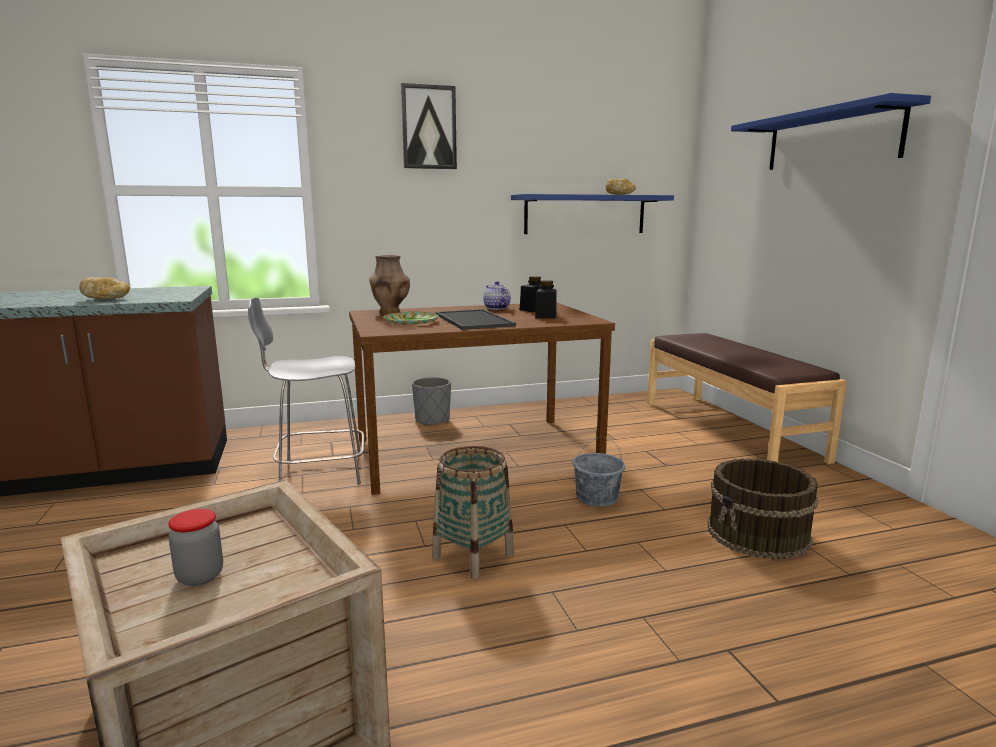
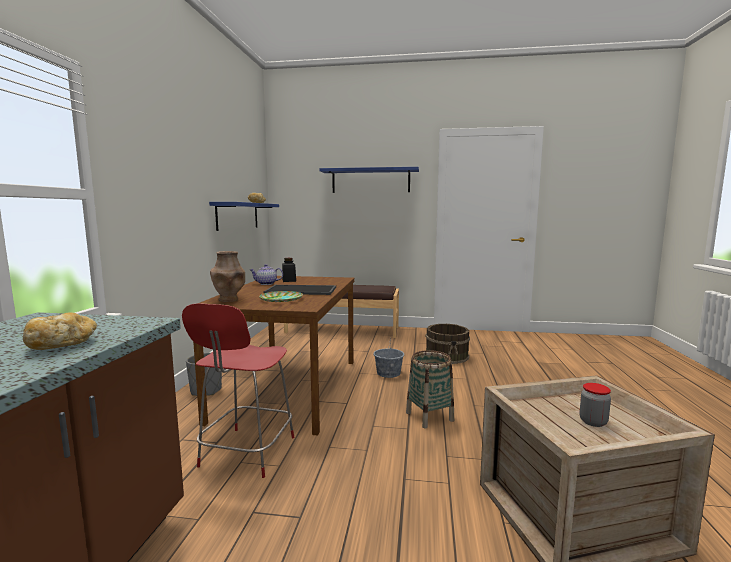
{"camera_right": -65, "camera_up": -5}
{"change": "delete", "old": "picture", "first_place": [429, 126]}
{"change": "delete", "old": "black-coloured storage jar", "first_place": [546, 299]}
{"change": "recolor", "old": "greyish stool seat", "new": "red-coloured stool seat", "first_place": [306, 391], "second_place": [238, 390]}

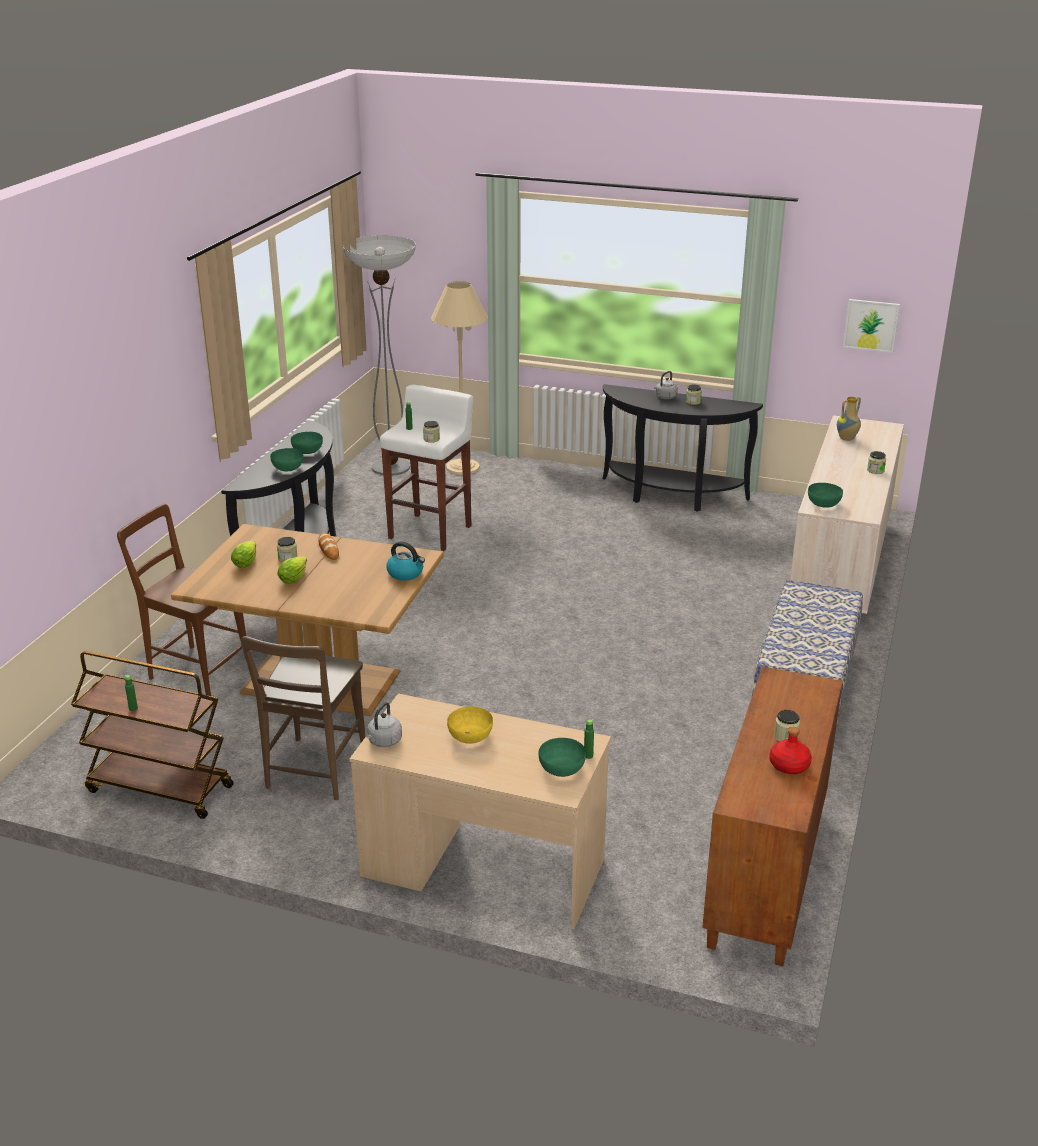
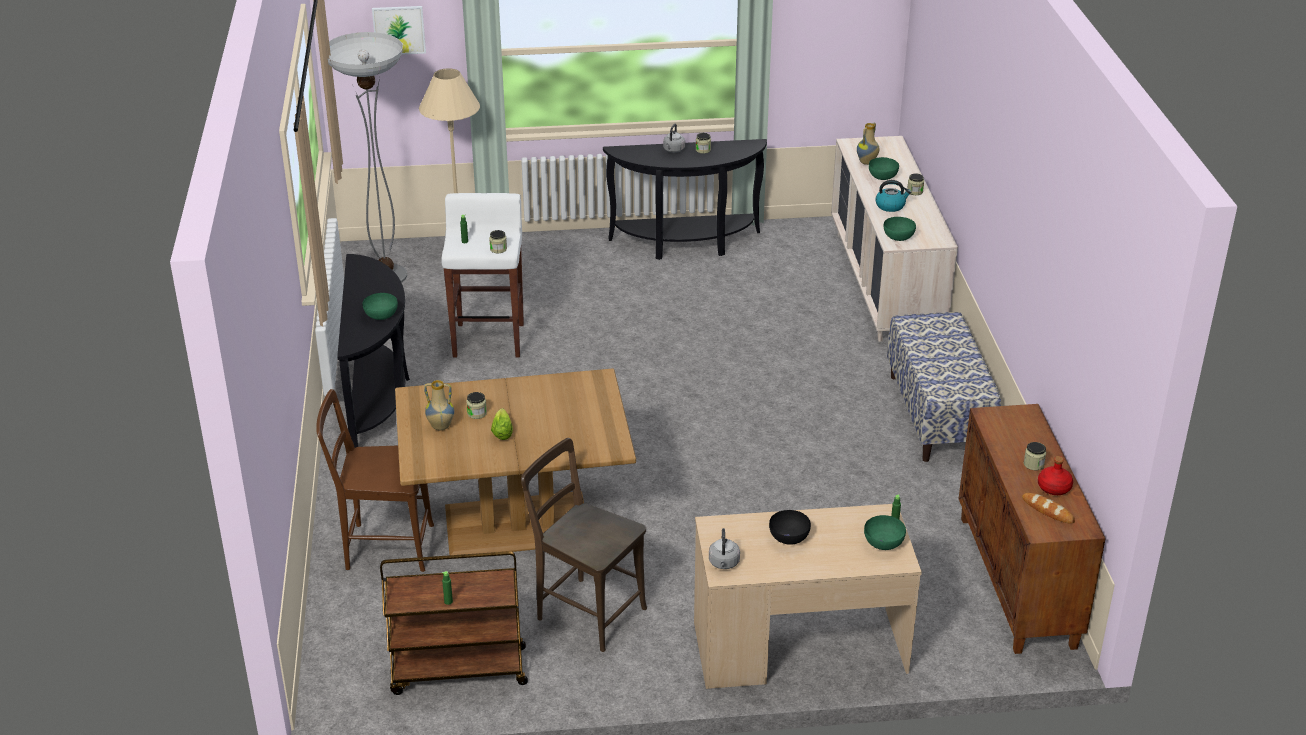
{"camera_right": -25, "camera_up": 5}
{"change": "move", "old": "picture", "first_place": [871, 326], "second_place": [399, 30]}
{"change": "move", "old": "greenish serving bowl", "first_place": [307, 443], "second_place": [884, 168]}
{"change": "move", "old": "bakery bread", "first_place": [328, 546], "second_place": [1048, 508]}
{"change": "replace", "old": "head of lettuce", "new": "vase", "first_place": [243, 554], "second_place": [439, 405]}
{"change": "move", "old": "kettle", "first_place": [405, 561], "second_place": [893, 196]}
{"change": "rotate", "old": "brown-coloured upright chair", "first_place": [303, 718], "second_place": [584, 545], "degrees": 135}
{"change": "recolor", "old": "yellowish serving bowl", "new": "black-coloured serving bowl", "first_place": [470, 725], "second_place": [790, 527]}

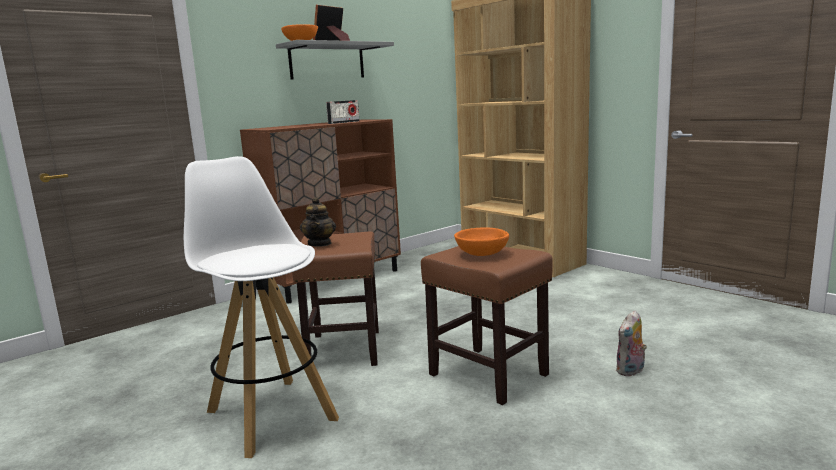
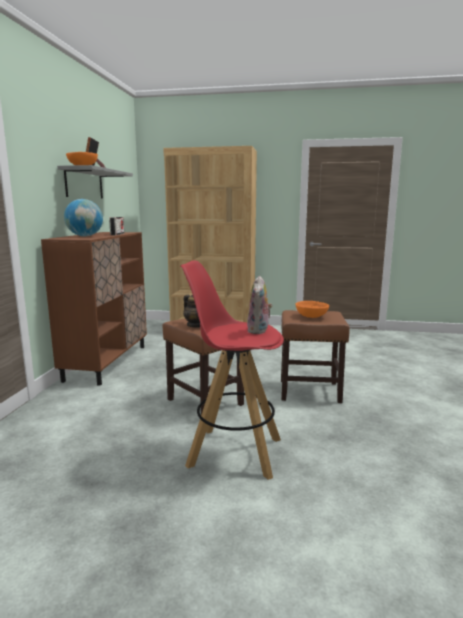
{"camera_right": -40, "camera_up": 0}
{"change": "recolor", "old": "white stool seat", "new": "red-coloured stool seat", "first_place": [261, 307], "second_place": [232, 370]}
{"change": "move", "old": "plush toy", "first_place": [631, 343], "second_place": [260, 305]}
{"change": "insert", "new": "desk globe", "second_place": [83, 217]}

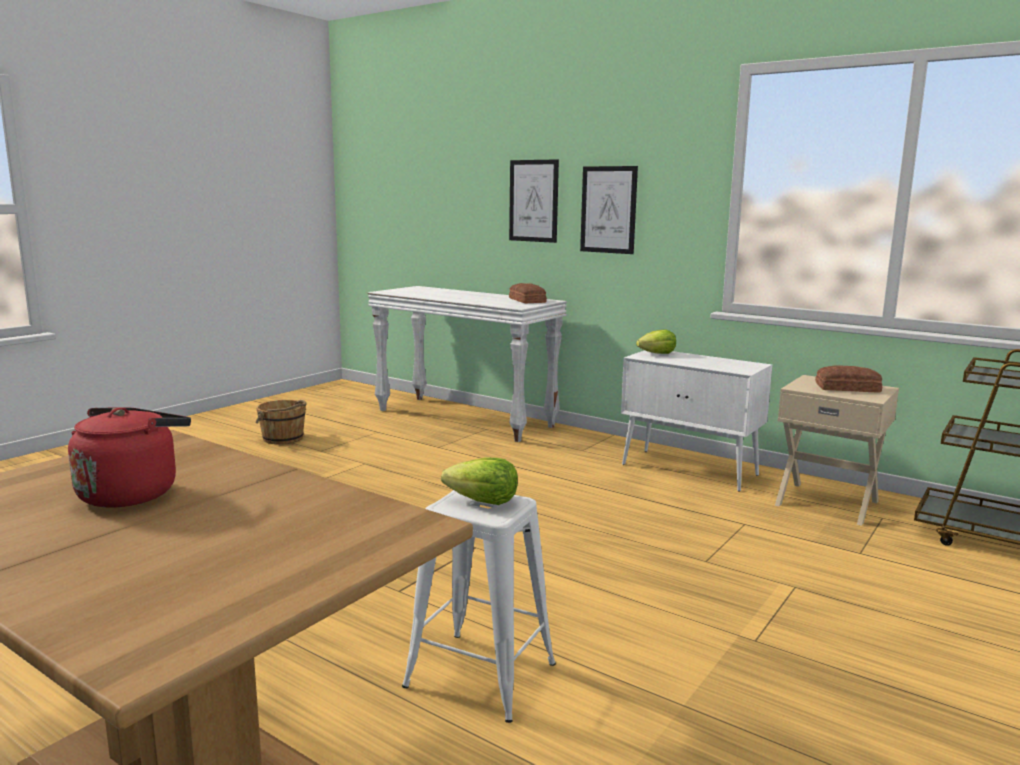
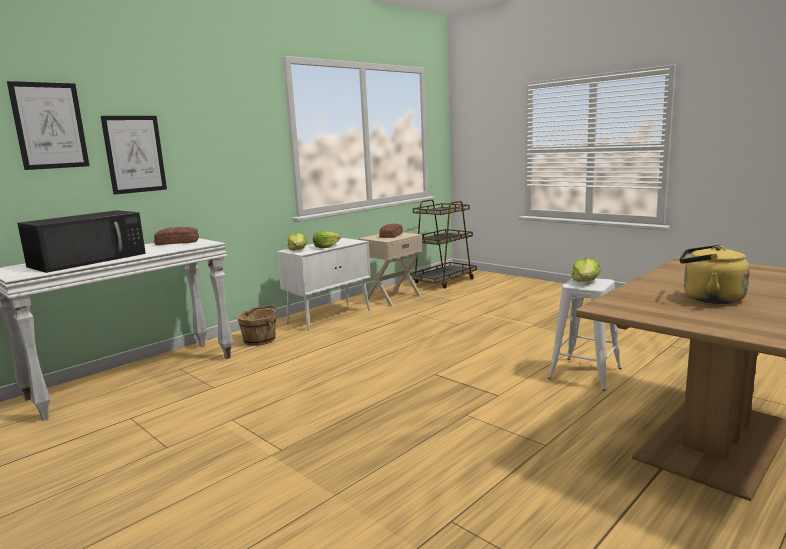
{"camera_right": -80, "camera_up": 0}
{"change": "move", "old": "picture", "first_place": [609, 210], "second_place": [48, 125]}
{"change": "move", "old": "brown-coloured water bucket", "first_place": [281, 422], "second_place": [257, 325]}
{"change": "recolor", "old": "red-coloured kettle", "new": "yellowish kettle", "first_place": [129, 457], "second_place": [714, 274]}
{"change": "insert", "new": "black-coloured kitchen microwave", "second_place": [81, 241]}
{"change": "insert", "new": "head of lettuce", "second_place": [326, 239]}

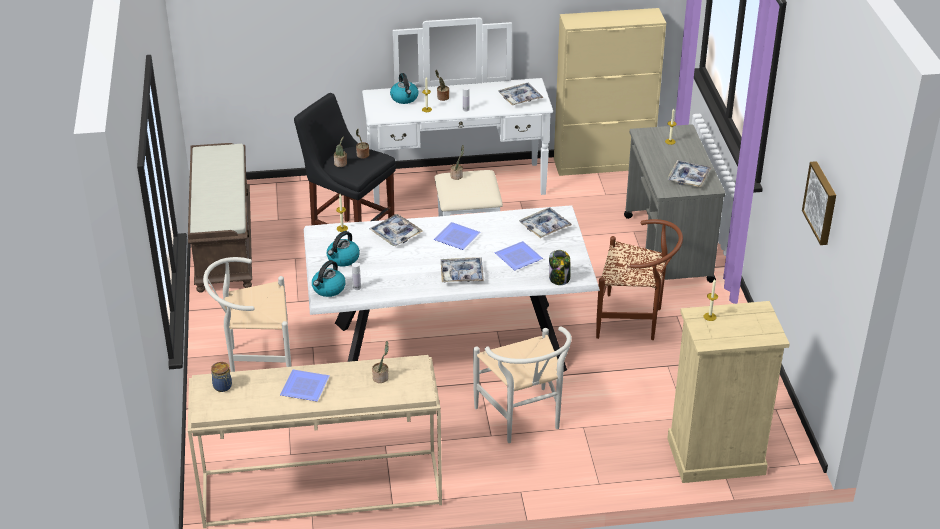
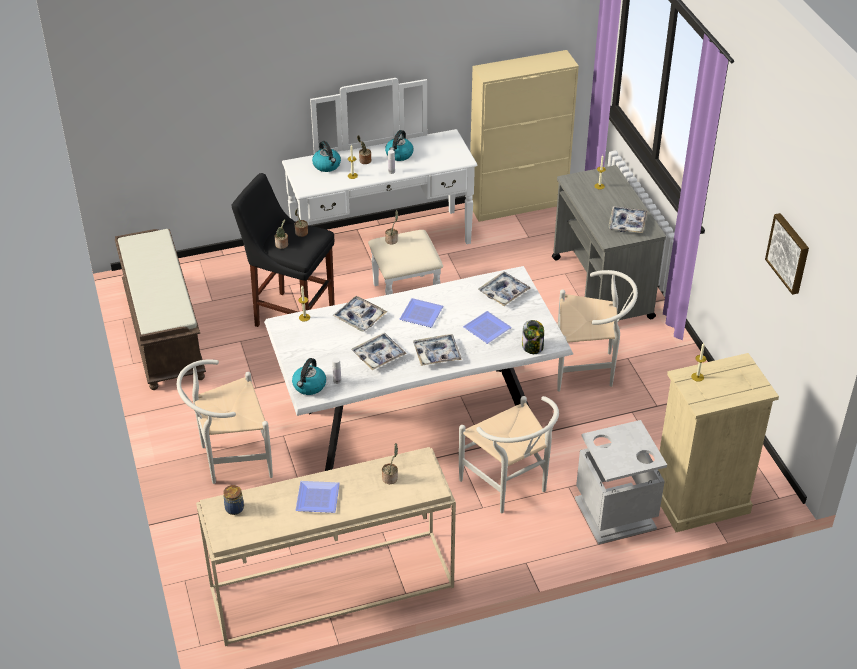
{"camera_right": -10, "camera_up": 5}
{"change": "move", "old": "serving tray", "first_place": [520, 94], "second_place": [379, 351]}
{"change": "recolor", "old": "brown-coloured upright chair", "new": "white upright chair", "first_place": [639, 279], "second_place": [597, 331]}
{"change": "move", "old": "kettle", "first_place": [343, 248], "second_place": [399, 145]}
{"change": "insert", "new": "greyish rubbish bin", "second_place": [621, 482]}

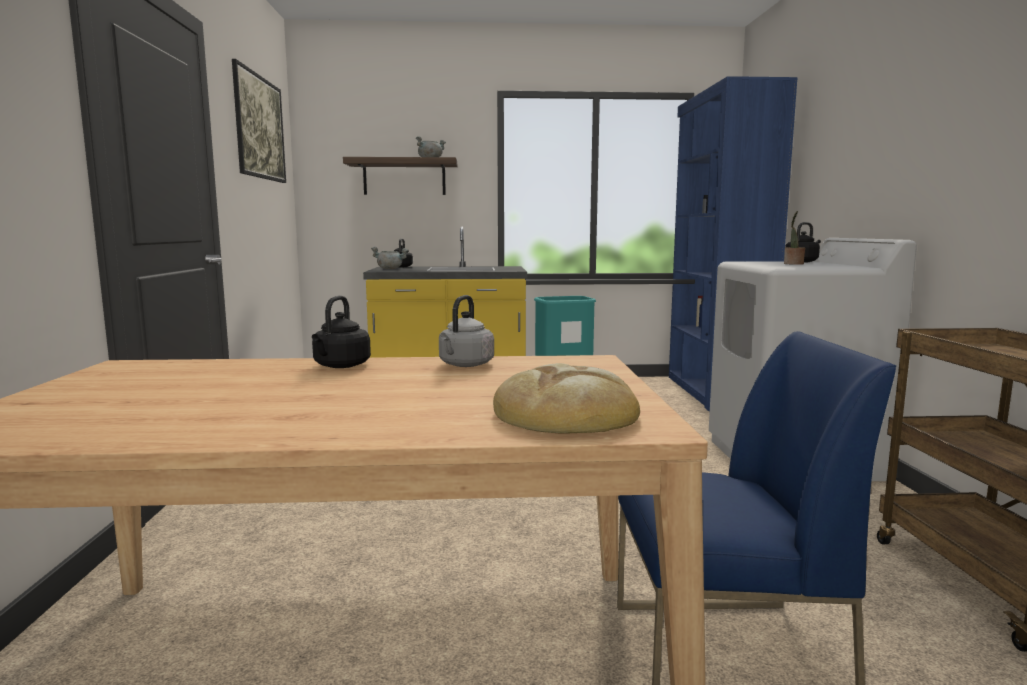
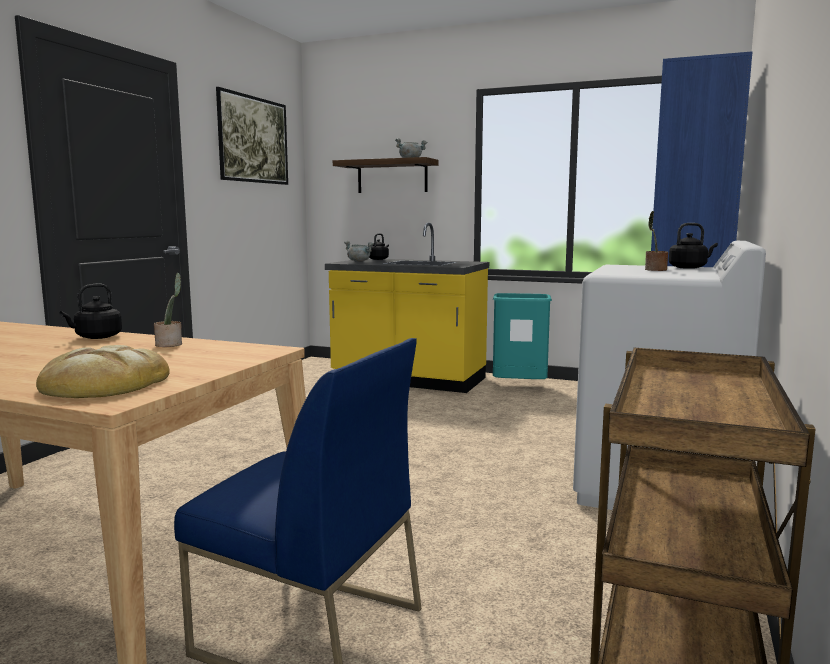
{"camera_right": 25, "camera_up": 0}
{"change": "replace", "old": "greyish kettle", "new": "plant in a pot", "first_place": [466, 331], "second_place": [168, 310]}

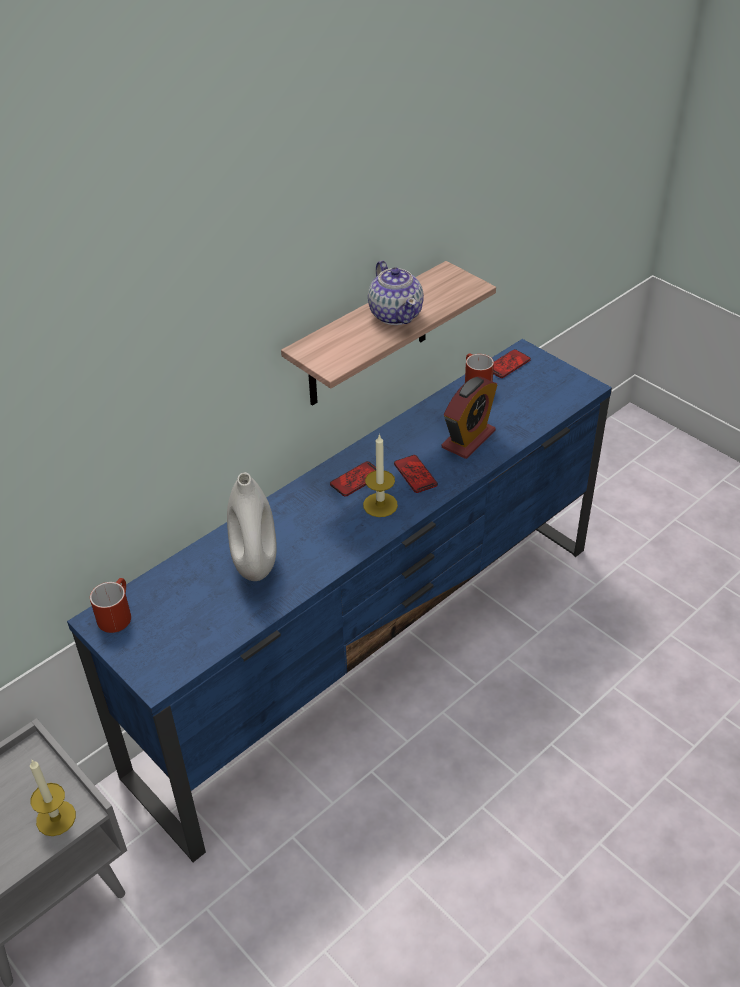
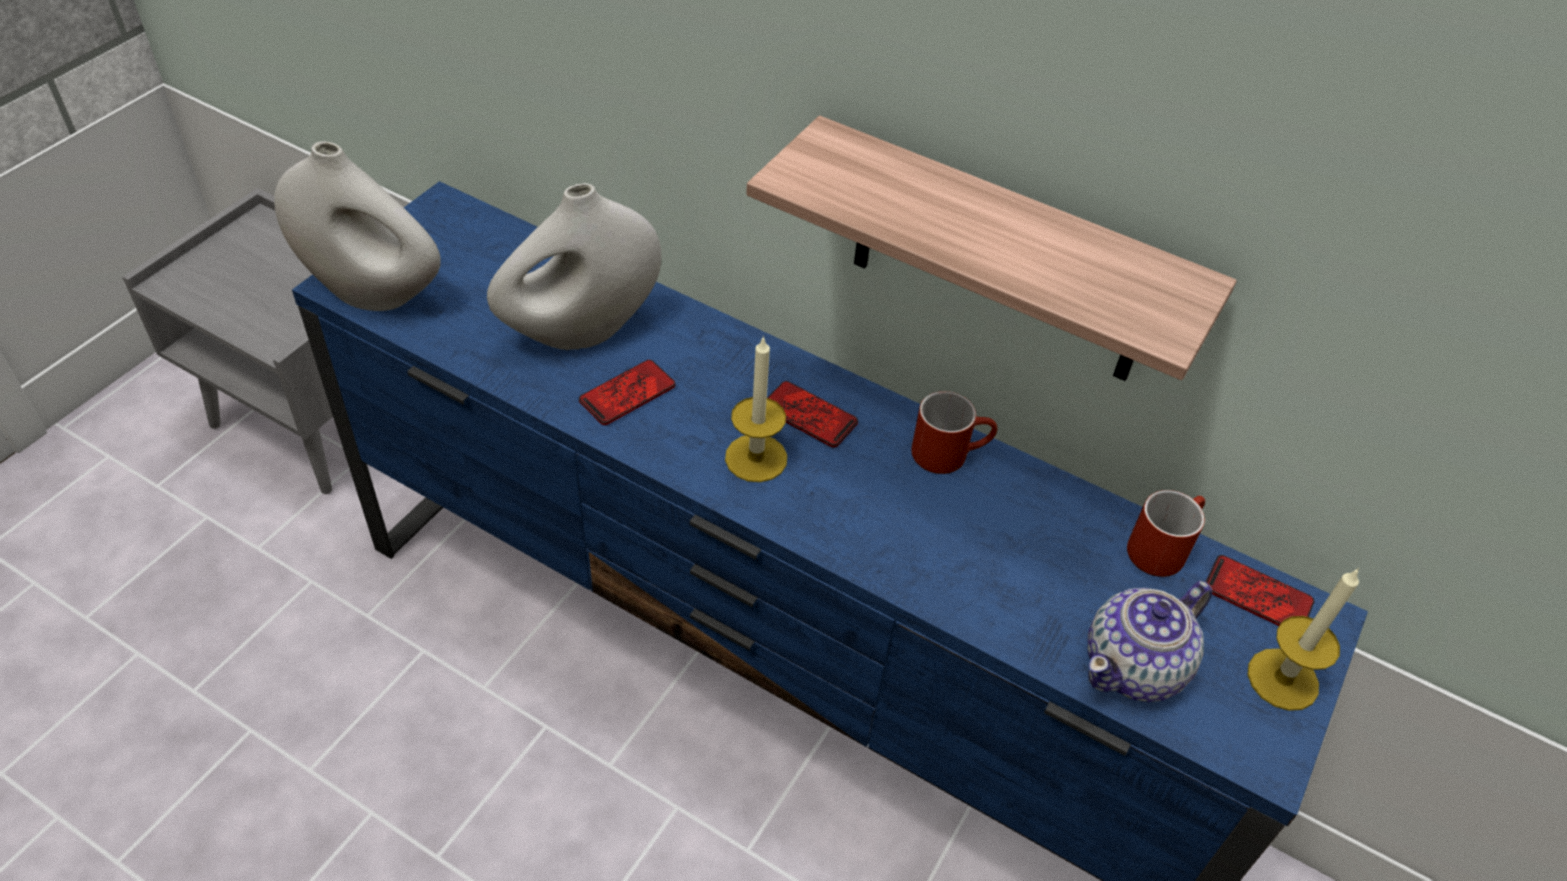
{"camera_right": 70, "camera_up": 5}
{"change": "move", "old": "pot for tea", "first_place": [396, 293], "second_place": [1150, 641]}
{"change": "delete", "old": "table clock", "first_place": [469, 418]}
{"change": "move", "old": "telephone", "first_place": [416, 474], "second_place": [627, 392]}
{"change": "move", "old": "red-coloured tea mug", "first_place": [110, 605], "second_place": [954, 432]}
{"change": "move", "old": "wax light", "first_place": [53, 798], "second_place": [1303, 639]}
{"change": "insert", "new": "white vase", "second_place": [357, 226]}

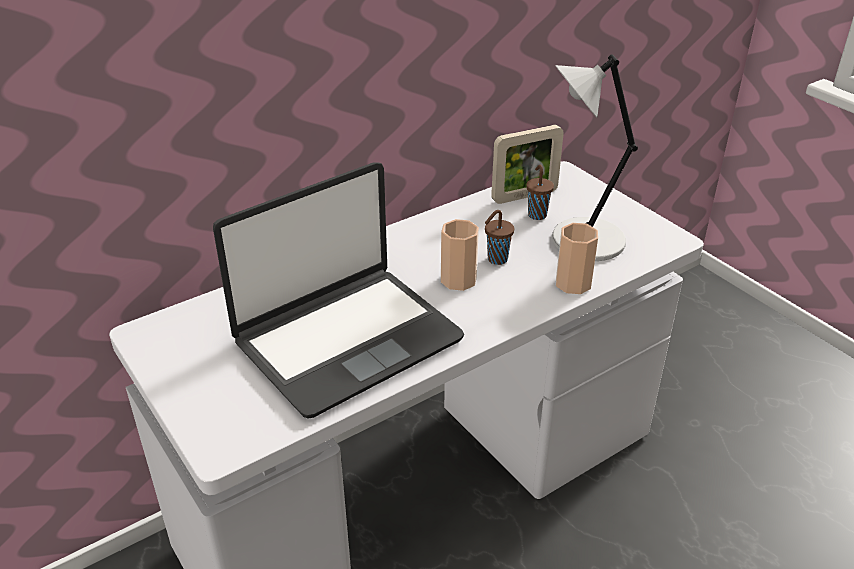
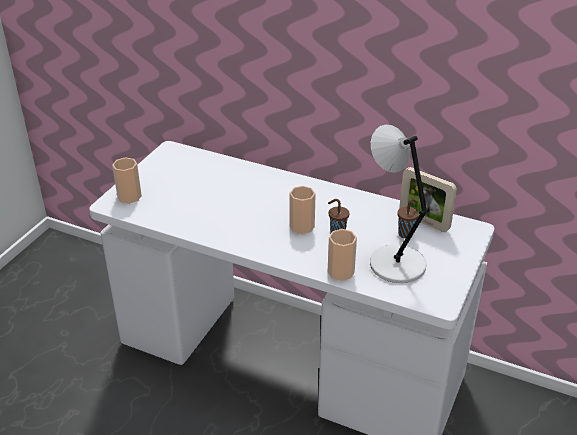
{"camera_right": 60, "camera_up": 0}
{"change": "delete", "old": "notebook computer", "first_place": [338, 291]}
{"change": "insert", "new": "small cup", "second_place": [127, 180]}

